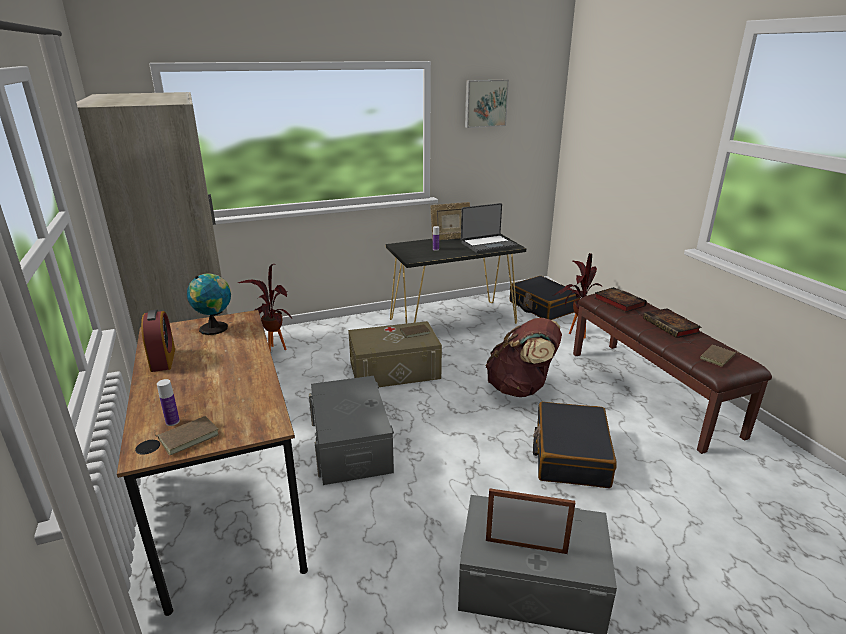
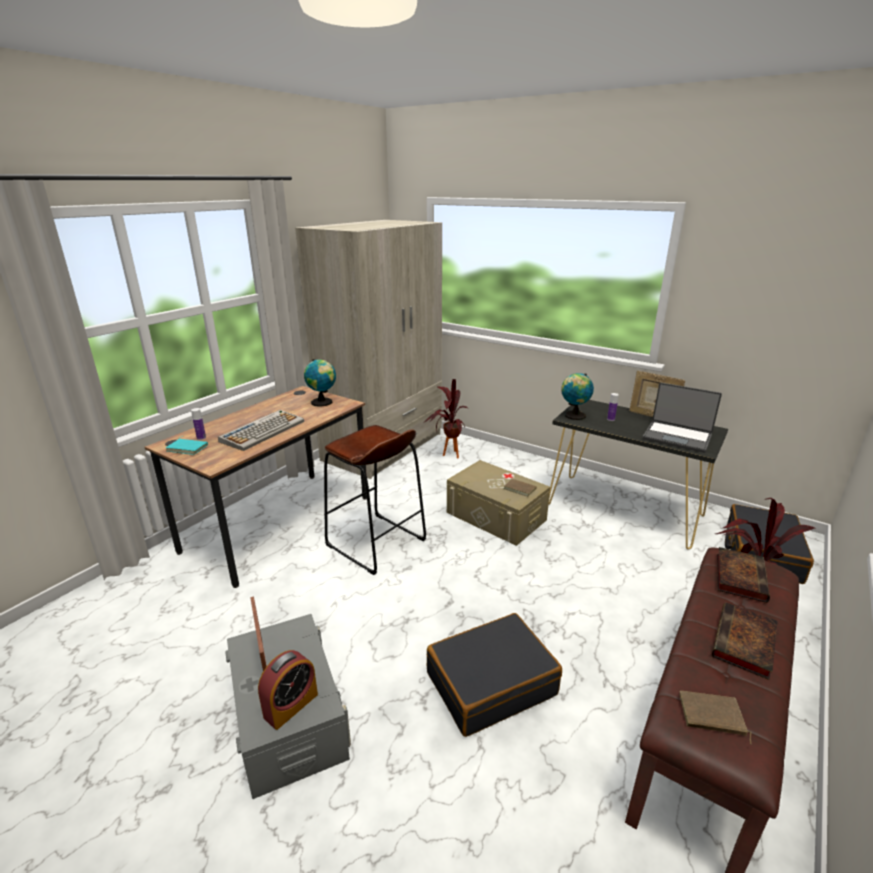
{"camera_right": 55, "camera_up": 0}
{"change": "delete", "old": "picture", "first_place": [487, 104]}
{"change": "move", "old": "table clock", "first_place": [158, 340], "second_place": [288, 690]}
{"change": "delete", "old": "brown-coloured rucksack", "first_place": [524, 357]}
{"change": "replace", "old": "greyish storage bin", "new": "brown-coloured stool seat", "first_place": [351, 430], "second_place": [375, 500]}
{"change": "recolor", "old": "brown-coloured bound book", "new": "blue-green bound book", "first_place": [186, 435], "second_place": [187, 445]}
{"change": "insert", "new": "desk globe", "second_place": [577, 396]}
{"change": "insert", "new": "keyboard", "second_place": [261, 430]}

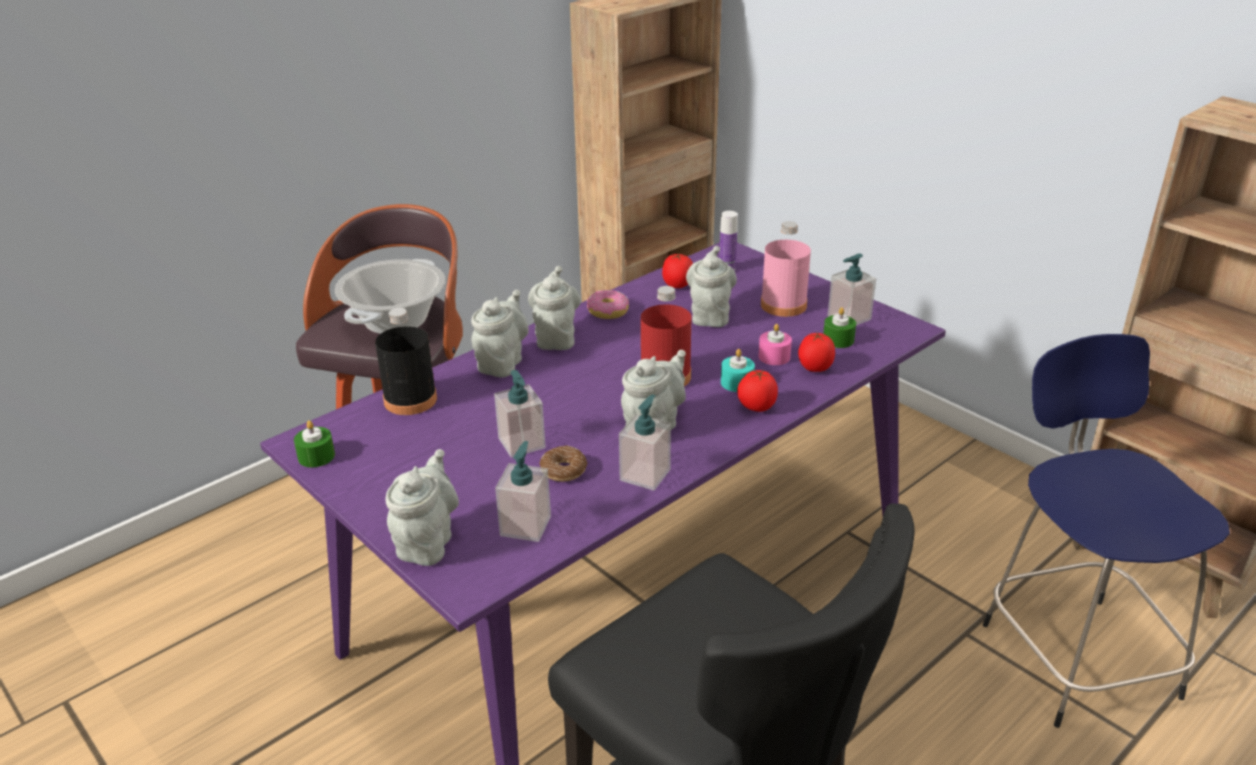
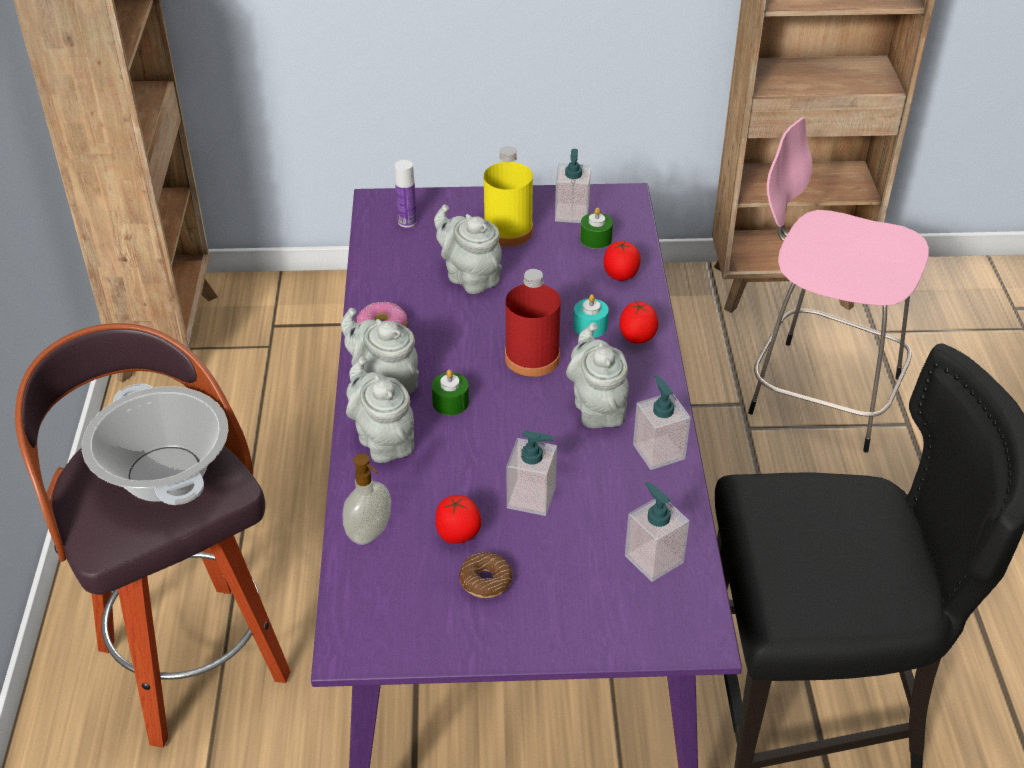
{"camera_right": -50, "camera_up": 10}
{"change": "recolor", "old": "pink drink bottle", "new": "yellowish drink bottle", "first_place": [786, 269], "second_place": [508, 196]}
{"change": "move", "old": "whole tomato", "first_place": [677, 271], "second_place": [458, 519]}
{"change": "replace", "old": "black-coloured drink bottle", "new": "soap dispenser", "first_place": [406, 361], "second_place": [367, 499]}
{"change": "delete", "old": "pink wax light", "first_place": [775, 344]}
{"change": "recolor", "old": "blue stool seat", "new": "pink stool seat", "first_place": [1106, 531], "second_place": [838, 285]}
{"change": "move", "old": "greenish wax light", "first_place": [314, 444], "second_place": [450, 392]}
{"change": "move", "old": "donut", "first_place": [563, 463], "second_place": [485, 575]}
{"change": "delete", "old": "greyish pot for tea", "first_place": [422, 507]}

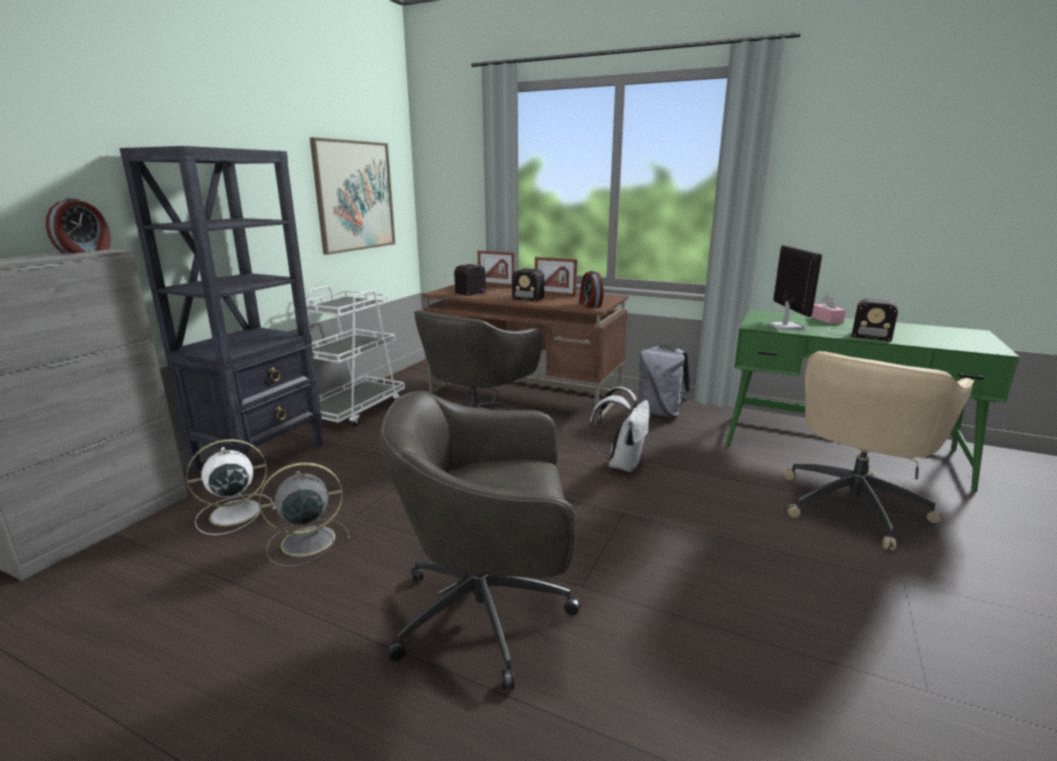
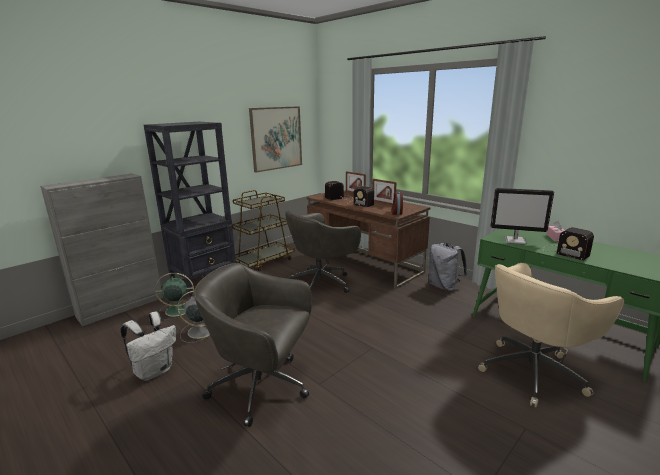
{"camera_right": 20, "camera_up": 0}
{"change": "delete", "old": "table clock", "first_place": [78, 225]}
{"change": "rotate", "old": "computer screen", "first_place": [795, 287], "second_place": [522, 216], "degrees": 90}
{"change": "recolor", "old": "white cart", "new": "brown-coloured cart", "first_place": [355, 356], "second_place": [263, 230]}
{"change": "move", "old": "white rucksack", "first_place": [619, 429], "second_place": [148, 346]}
{"change": "recolor", "old": "white cooling fan", "new": "greenish cooling fan", "first_place": [231, 487], "second_place": [174, 296]}

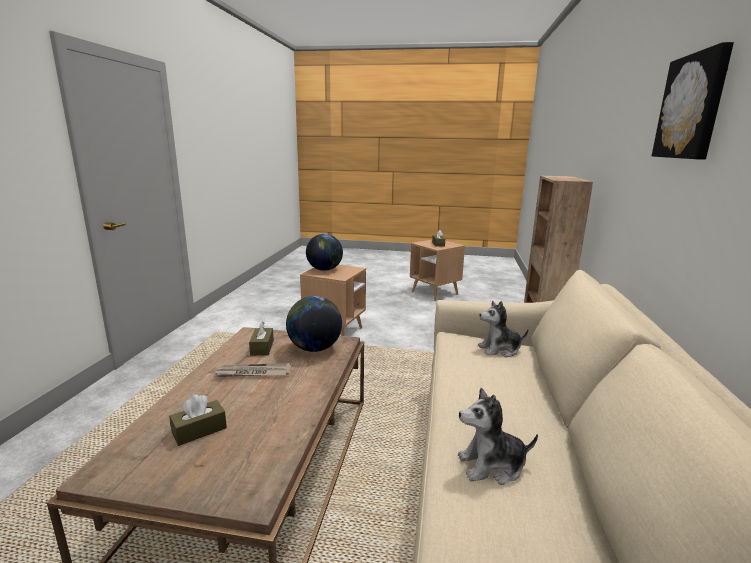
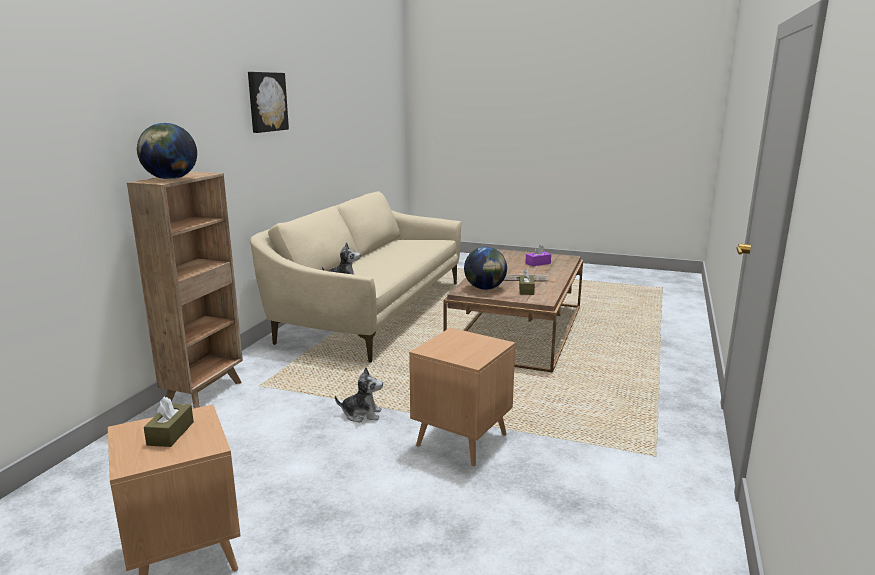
{"camera_right": -170, "camera_up": 0}
{"change": "move", "old": "desk globe", "first_place": [324, 252], "second_place": [167, 151]}
{"change": "move", "old": "plush toy", "first_place": [498, 436], "second_place": [359, 394]}
{"change": "recolor", "old": "brown-coloured box of tissues", "new": "purple-coloured box of tissues", "first_place": [198, 420], "second_place": [538, 256]}

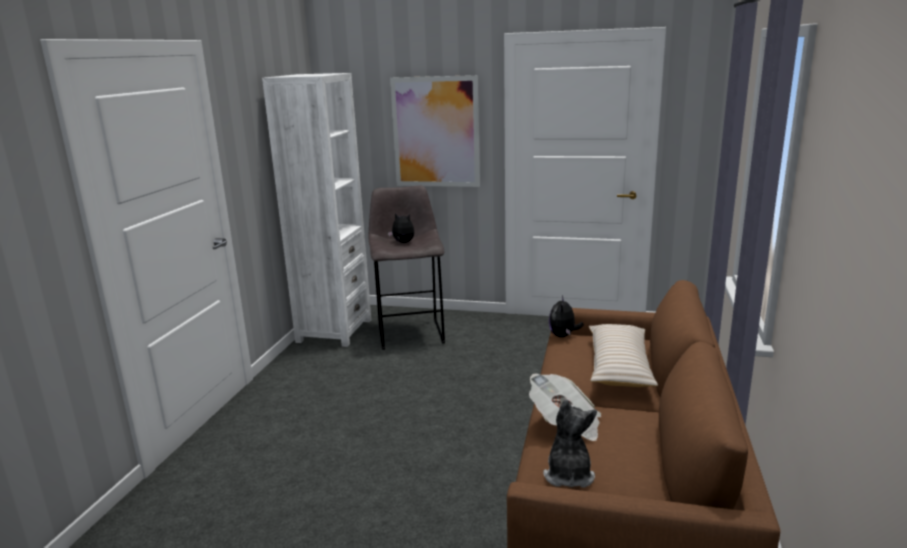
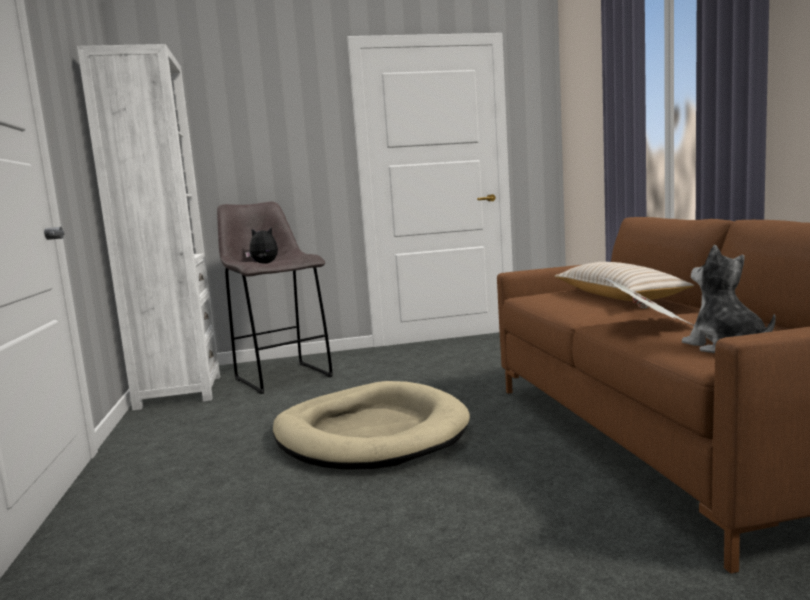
{"camera_right": -25, "camera_up": -10}
{"change": "delete", "old": "picture", "first_place": [435, 131]}
{"change": "delete", "old": "plush toy", "first_place": [566, 316]}
{"change": "insert", "new": "sand-coloured pet bed", "second_place": [371, 425]}

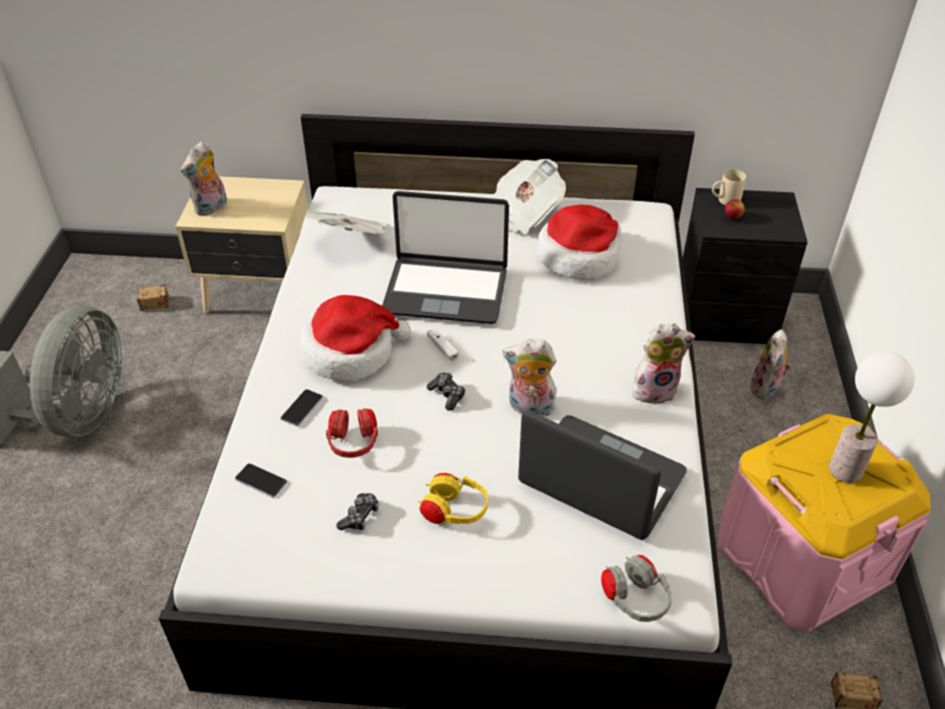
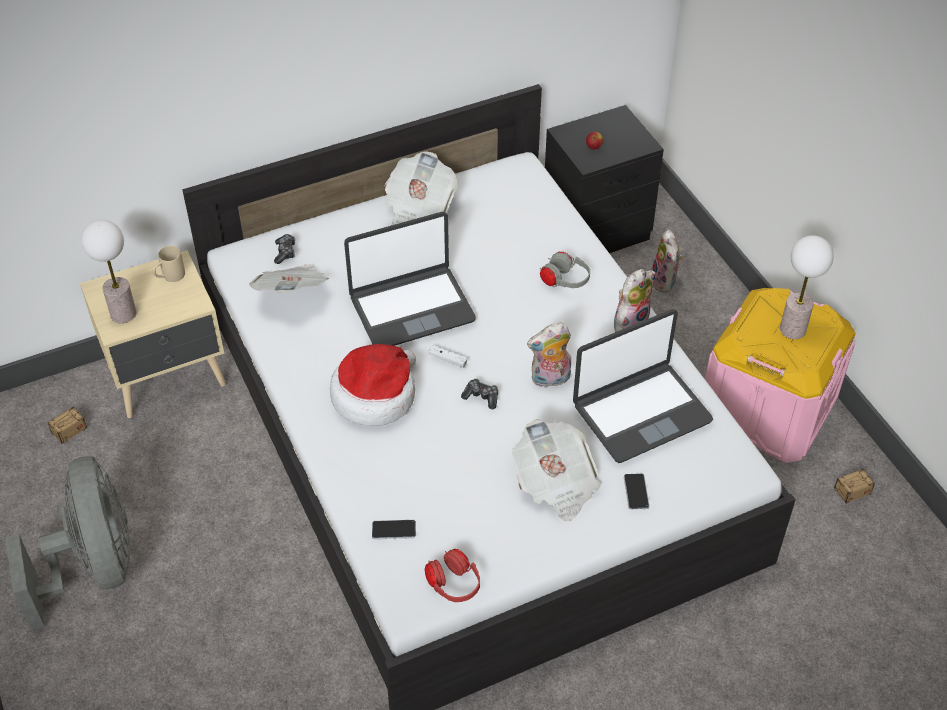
{"camera_right": -30, "camera_up": 5}
{"change": "replace", "old": "plush toy", "new": "tabletop lamp", "first_place": [204, 178], "second_place": [109, 271]}
{"change": "move", "old": "sand-coloured tea mug", "first_place": [729, 187], "second_place": [169, 264]}
{"change": "delete", "old": "wearable hat", "first_place": [579, 242]}
{"change": "move", "old": "telephone", "first_place": [301, 407], "second_place": [636, 491]}
{"change": "move", "old": "red-coloured pair of headphones", "first_place": [352, 433], "second_place": [452, 575]}
{"change": "rotate", "old": "notebook computer", "first_place": [602, 475], "second_place": [643, 386], "degrees": 150}
{"change": "replace", "old": "yellowish pair of headphones", "new": "newspaper", "first_place": [453, 498], "second_place": [556, 470]}
{"change": "move", "old": "gamepad", "first_place": [357, 511], "second_place": [284, 249]}
{"change": "move", "old": "greyish pair of headphones", "first_place": [636, 588], "second_place": [565, 270]}

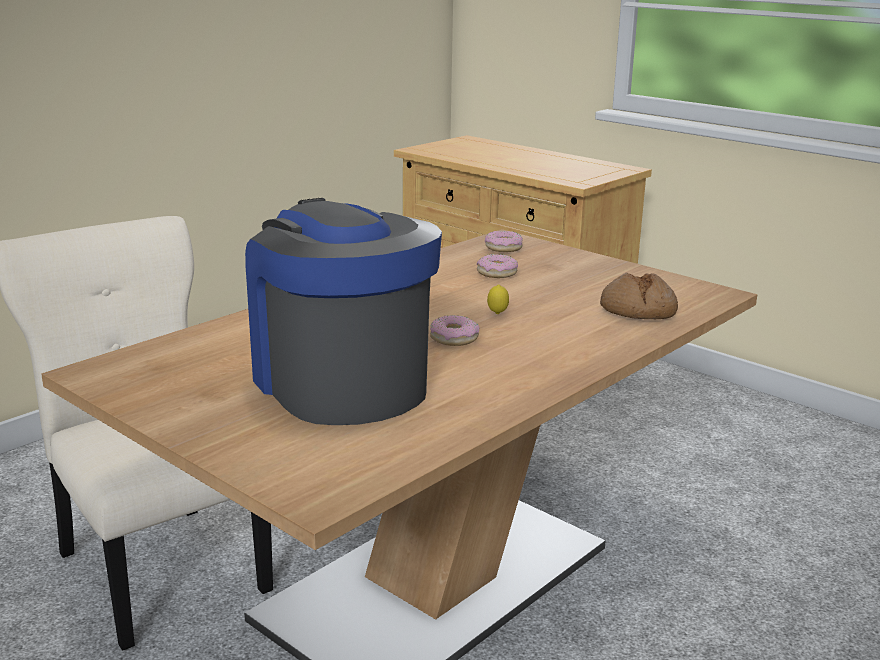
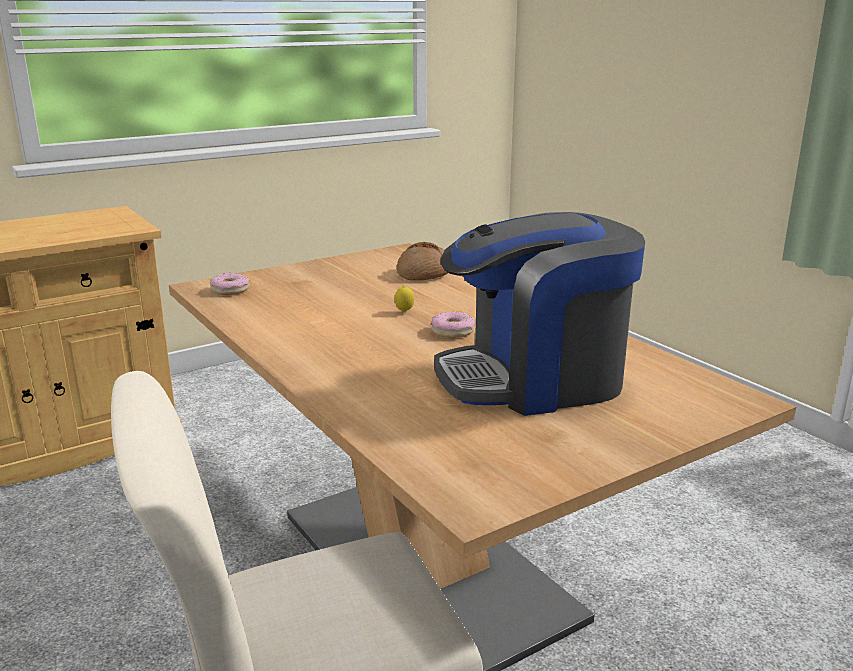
{"camera_right": -75, "camera_up": 0}
{"change": "delete", "old": "donut", "first_place": [497, 266]}

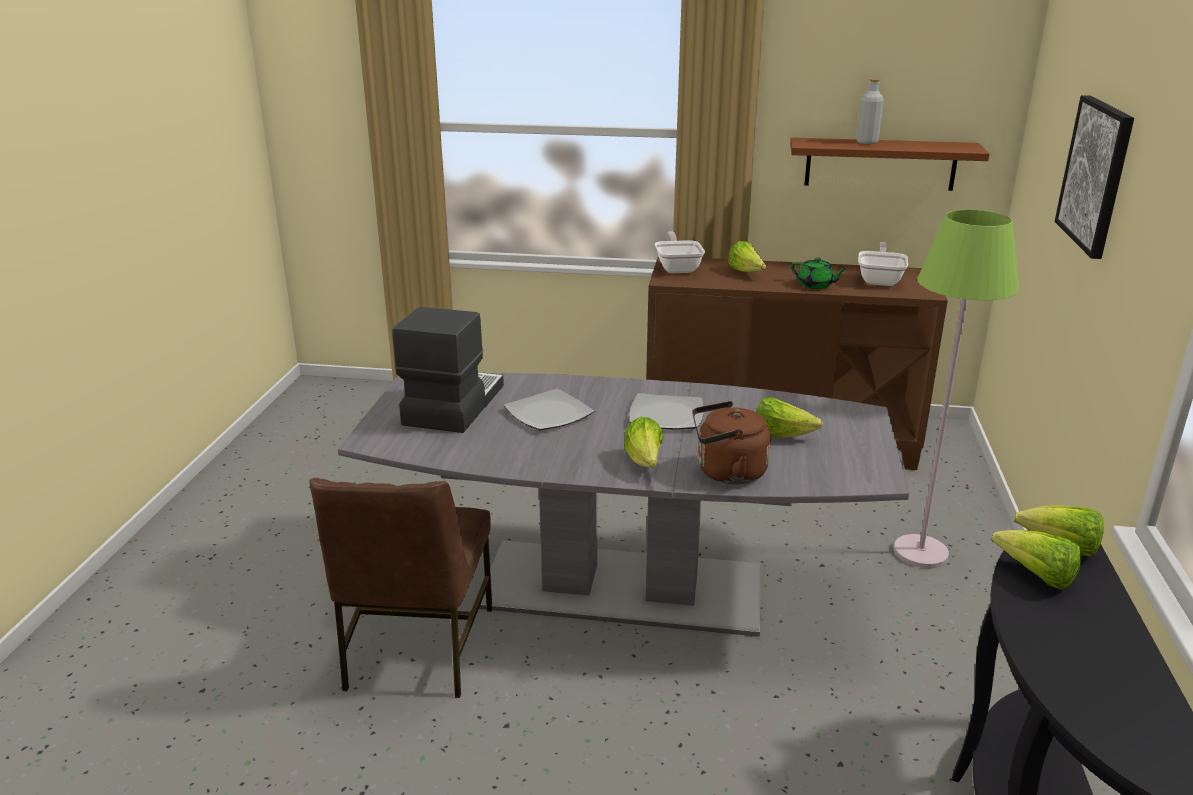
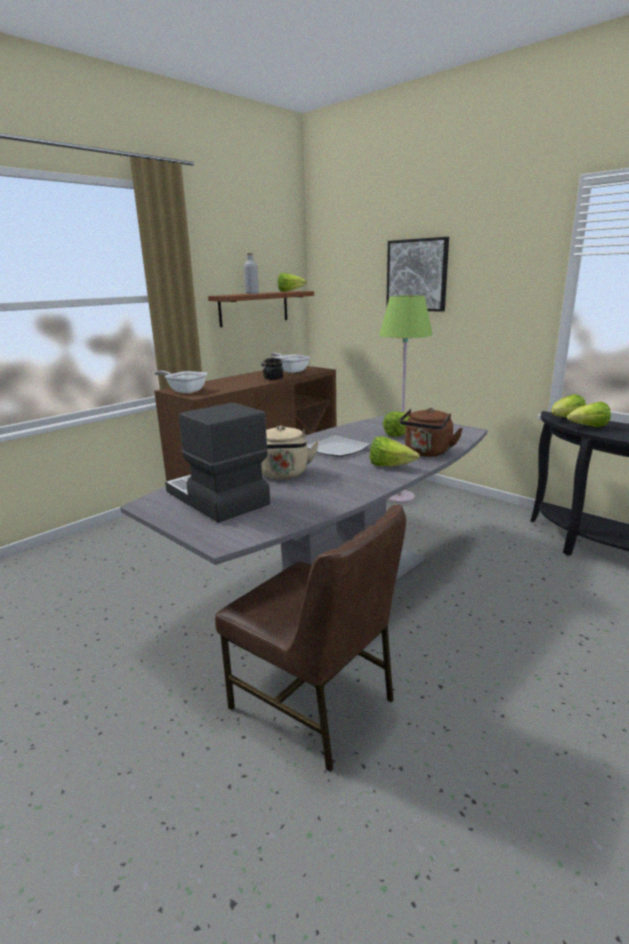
{"camera_right": -55, "camera_up": -5}
{"change": "move", "old": "head of lettuce", "first_place": [747, 256], "second_place": [292, 282]}
{"change": "replace", "old": "greenish pot for tea", "new": "black-coloured storage jar", "first_place": [819, 273], "second_place": [272, 369]}
{"change": "replace", "old": "plate", "new": "sand-coloured kettle", "first_place": [549, 409], "second_place": [290, 452]}

